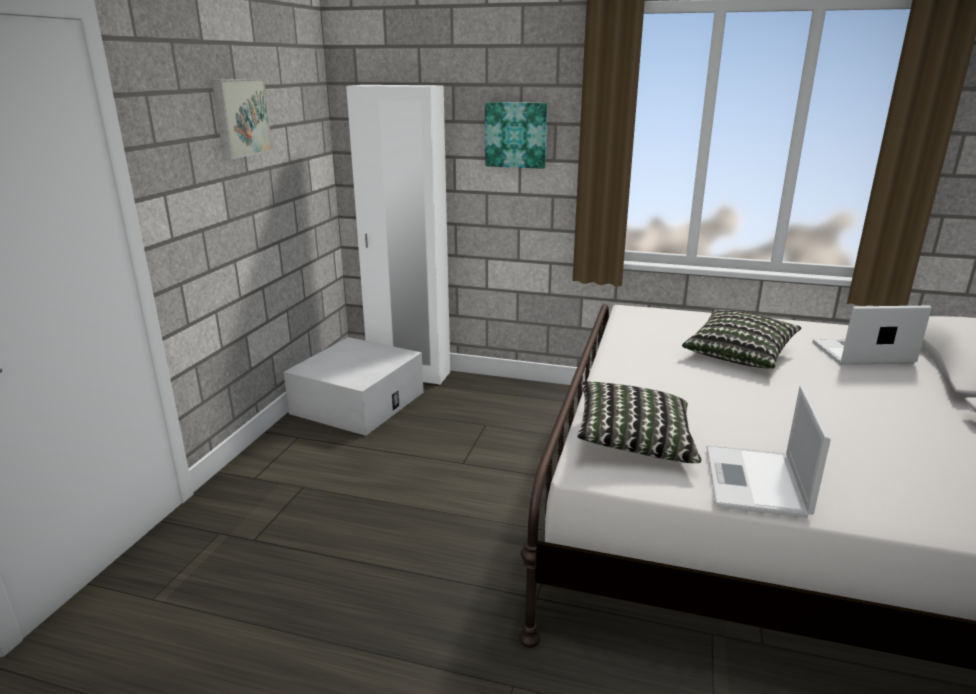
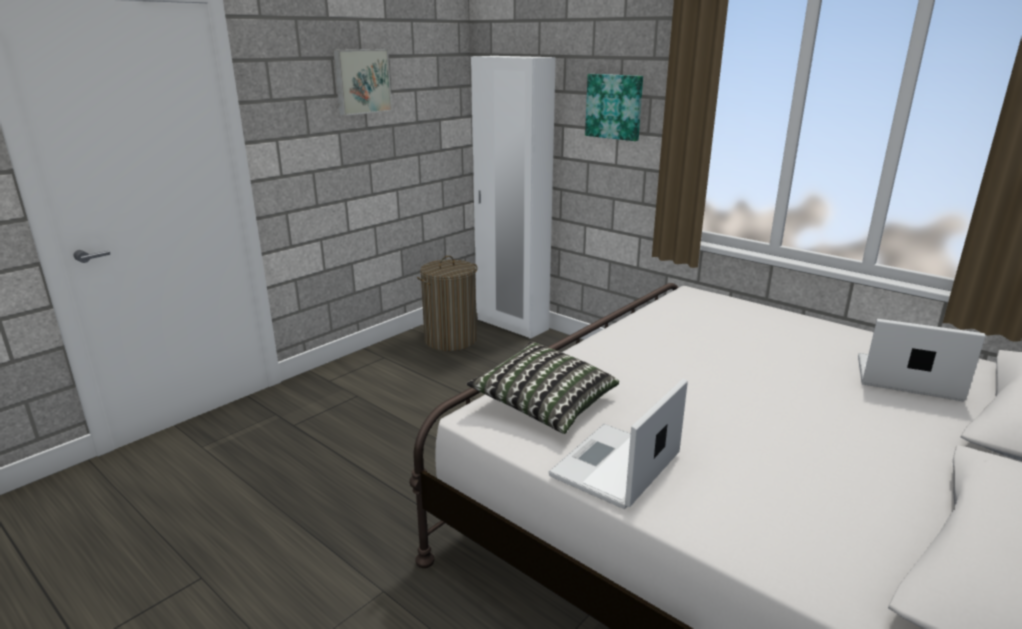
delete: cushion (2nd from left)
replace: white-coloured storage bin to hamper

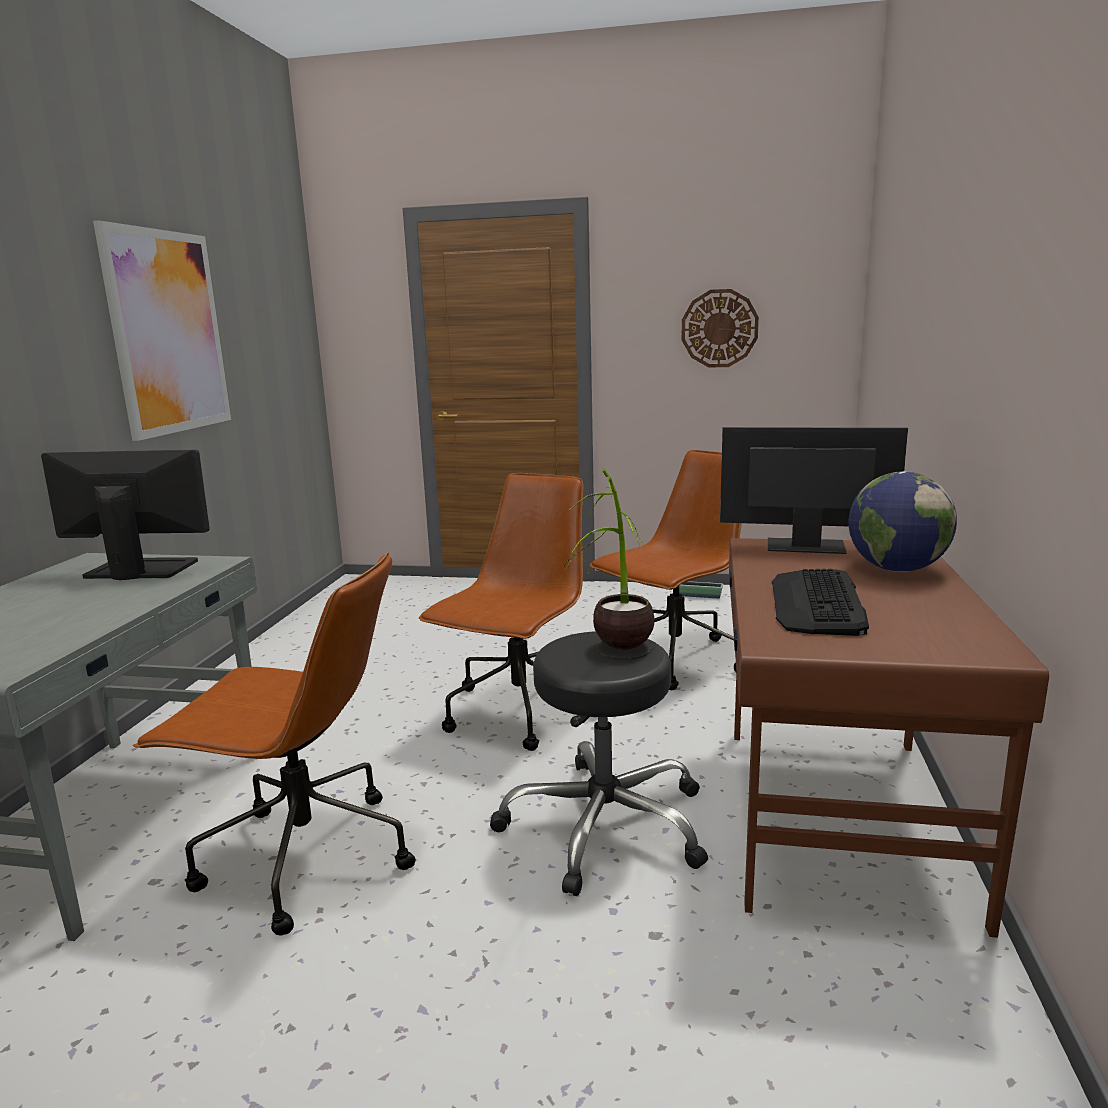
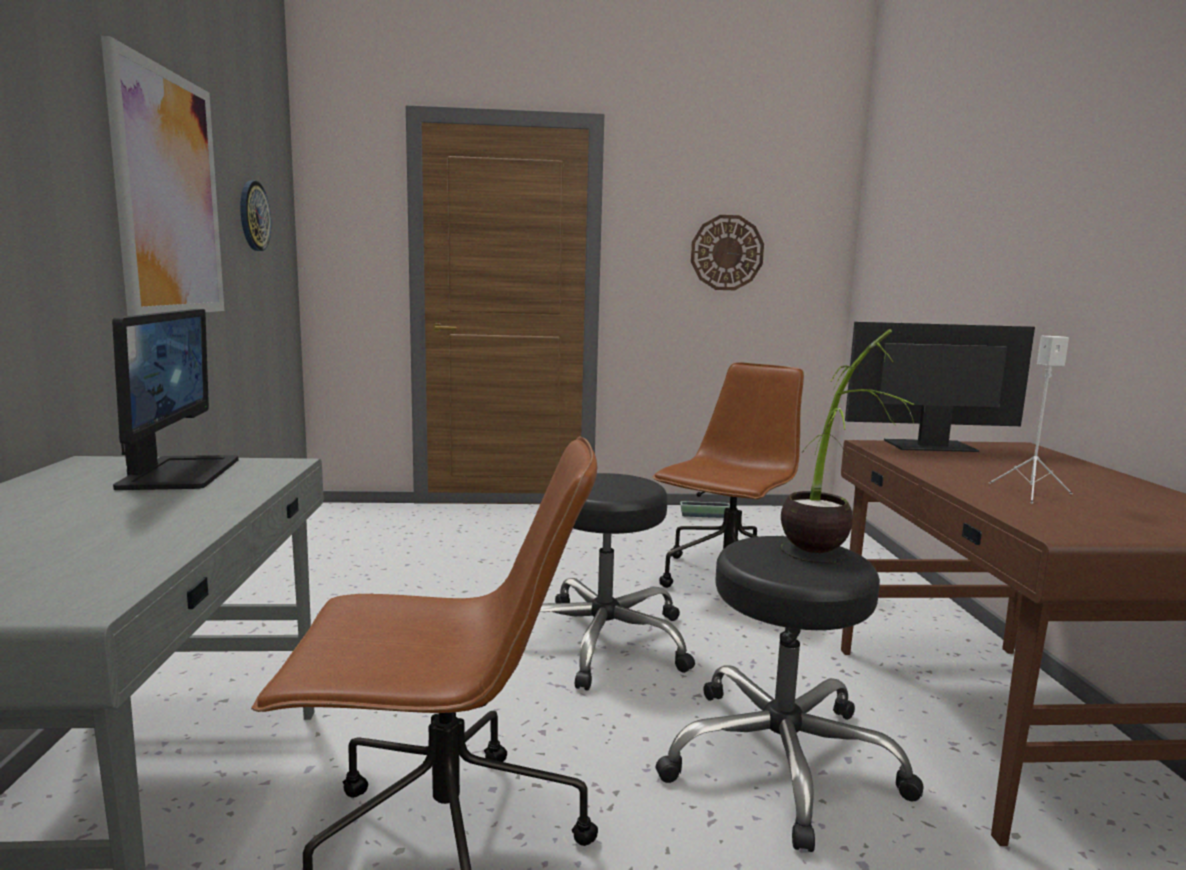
delete: globe
insert: hanging clock (1st from left)
replace: brown computer chair (2nd from left) to black-coloured sitting stool (1st from left); keyboard to white-coloured loudspeaker
rotate: computer screen (1st from left) 90 degrees clockwise

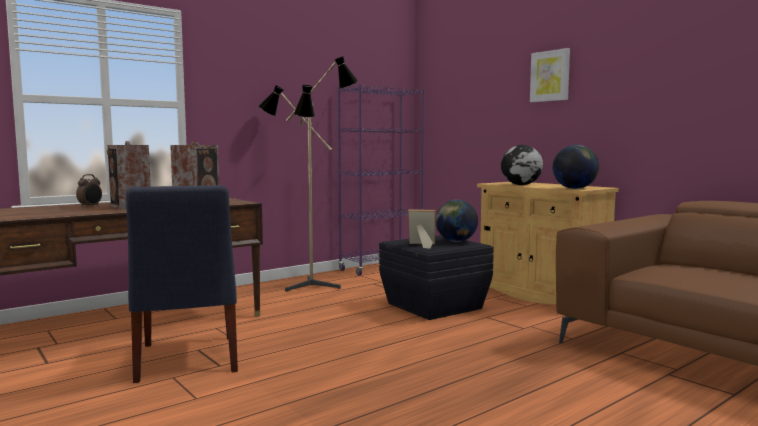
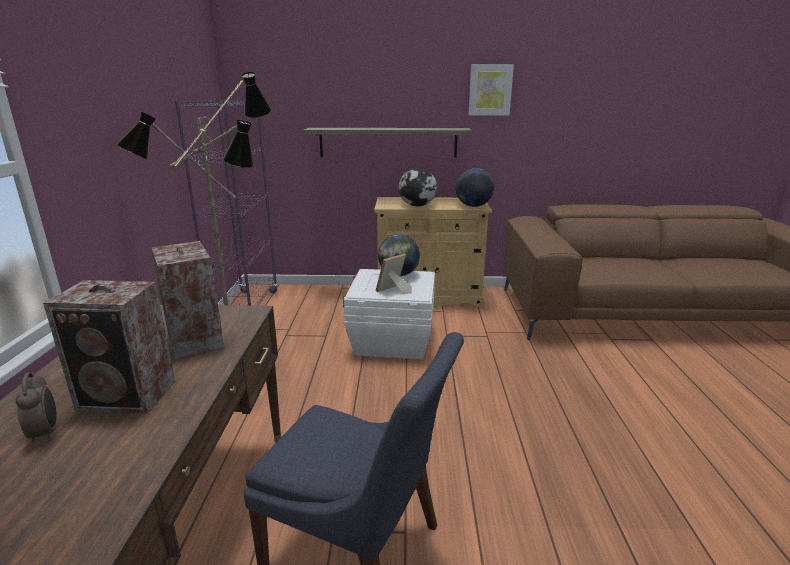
insert: wall shelf
move: wall picture
recolor: black-coloured storage bin to white-coloured storage bin

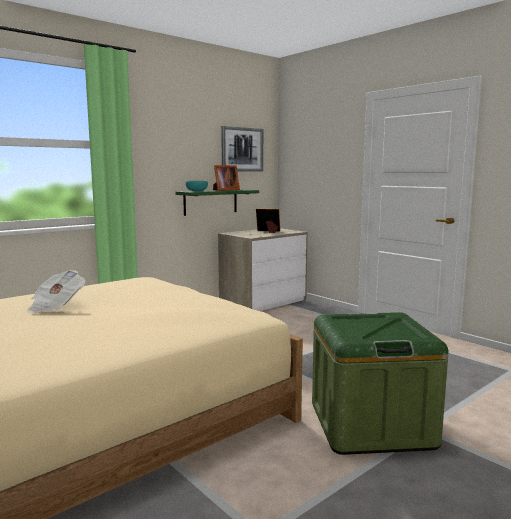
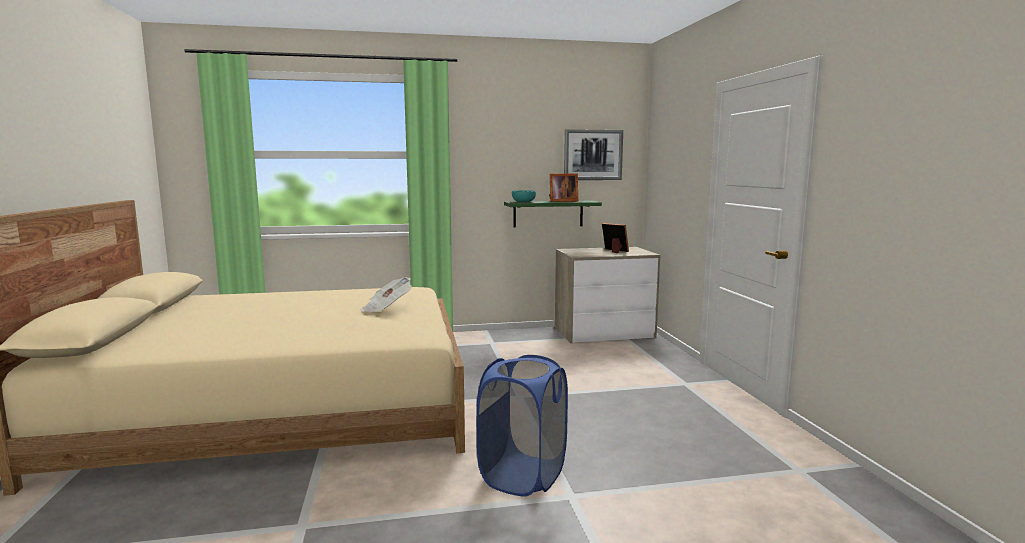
move: printed paper
replace: greenish storage bin to bluish hamper

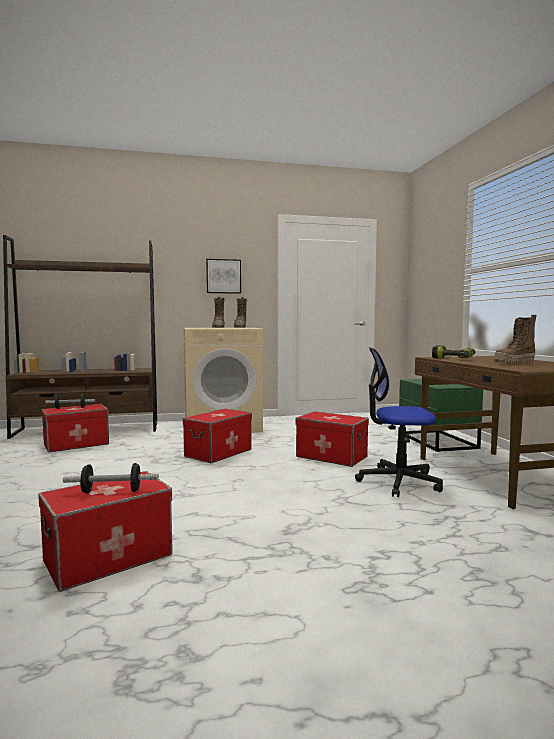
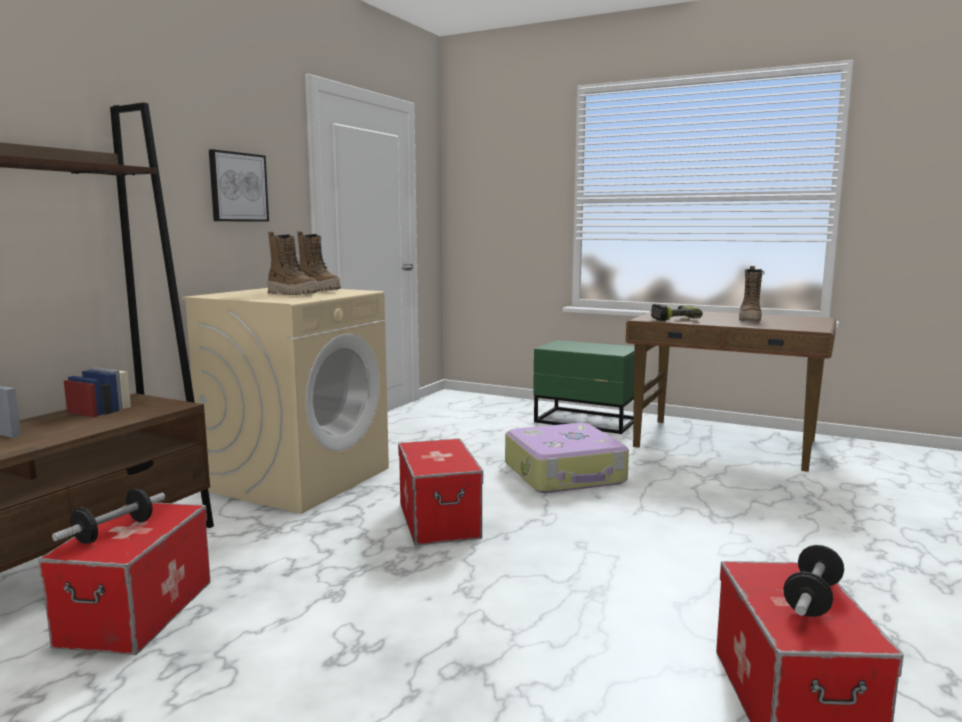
delete: computer chair
replace: storage bin (4th from left) to piece of luggage

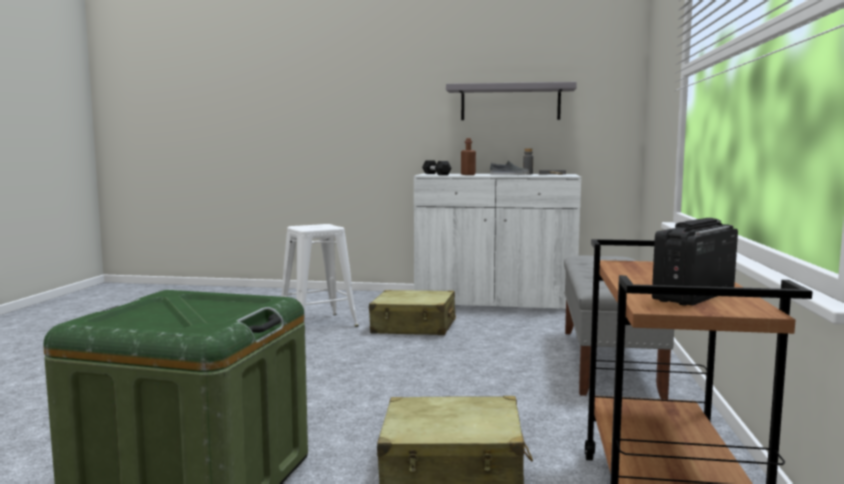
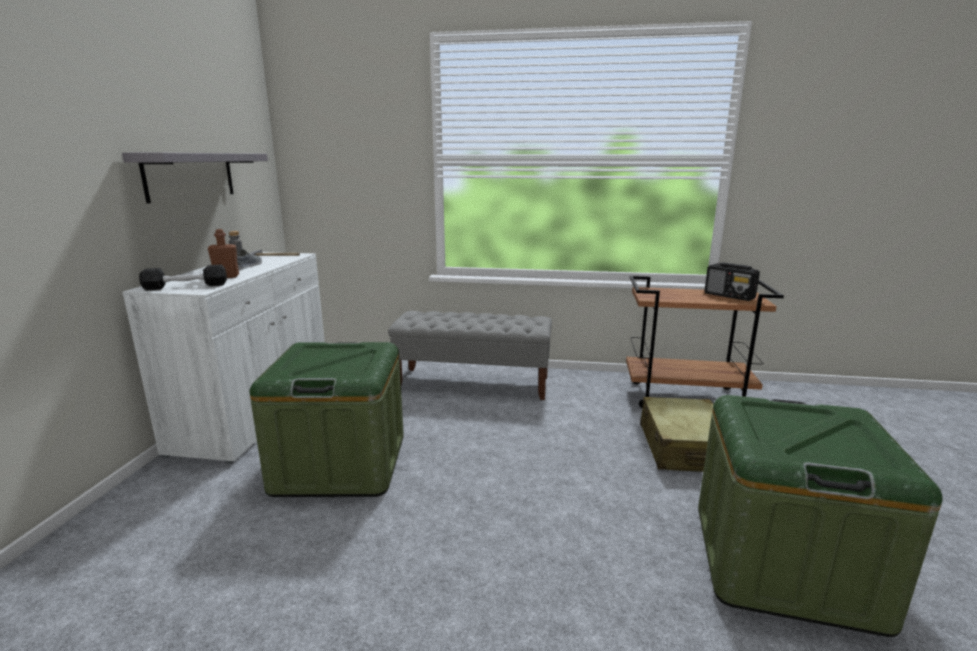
delete: white-coloured sitting stool
replace: beige-coloured piece of luggage (1st from left) to greenish storage bin (1st from left)

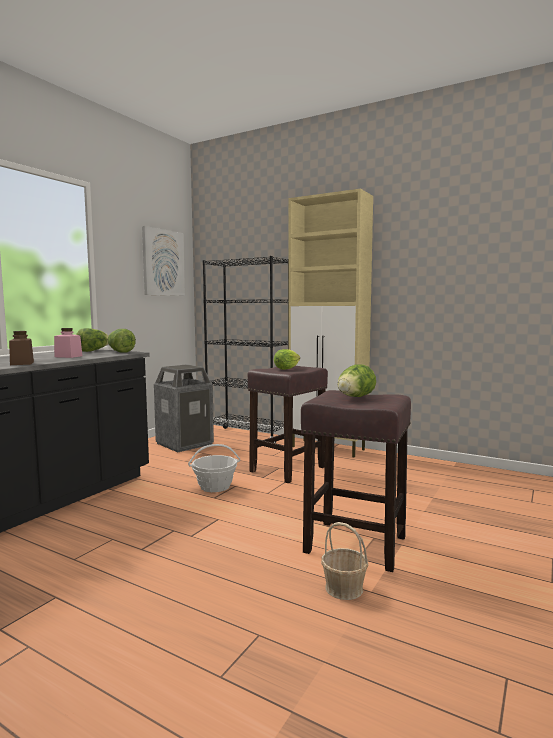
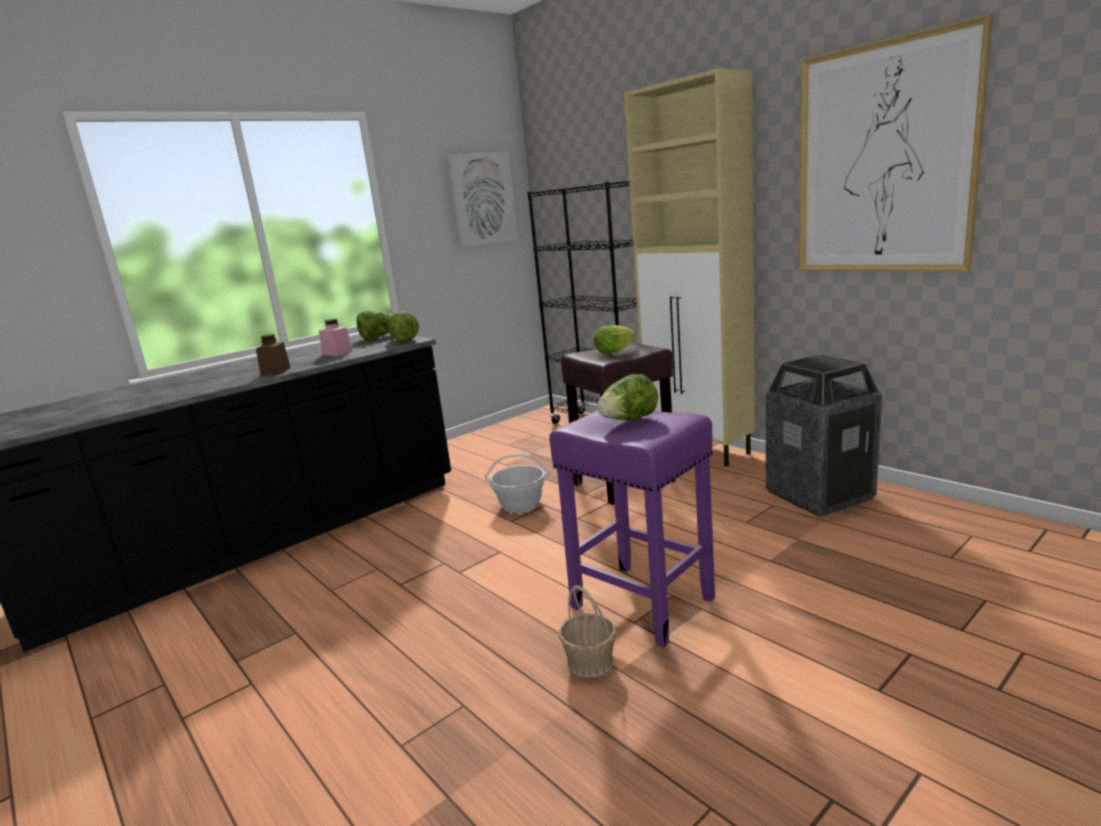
insert: wall picture (2nd from left)
move: rubbish bin
recolor: brown sitting stool (2nd from left) to purplish sitting stool

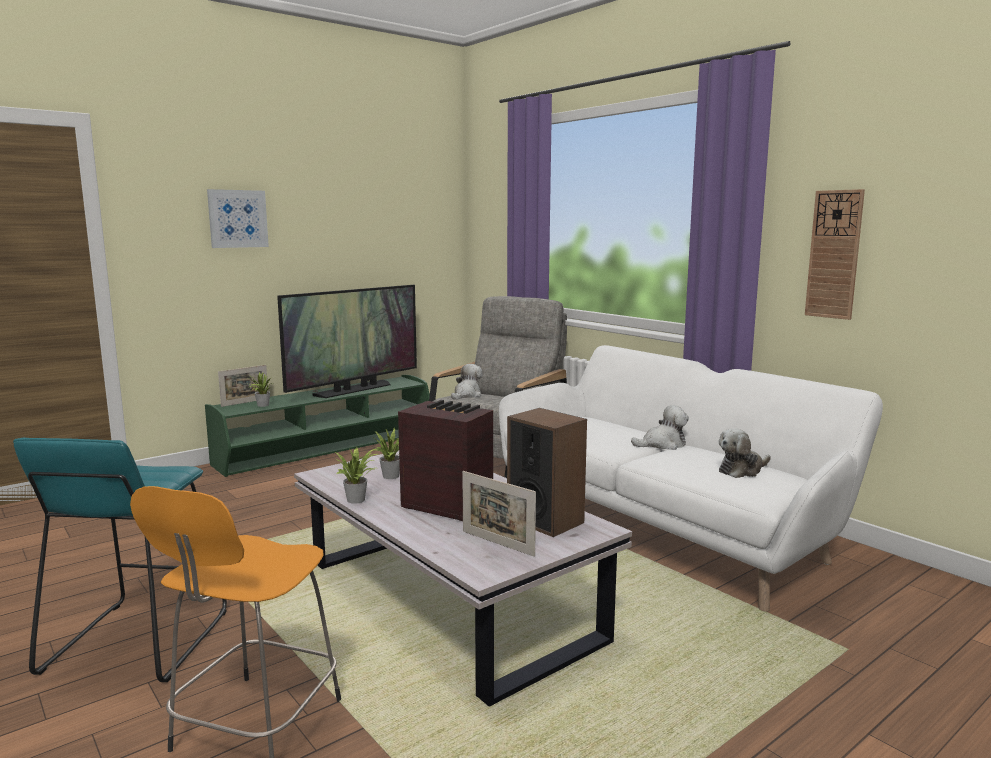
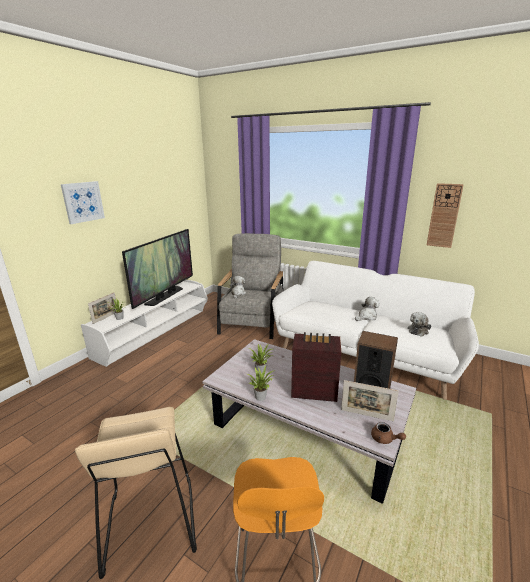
insert: brown tea pot
recolor: blue-green sitting stool to beige-coloured sitting stool; greenish tv unit to white-coloured tv unit

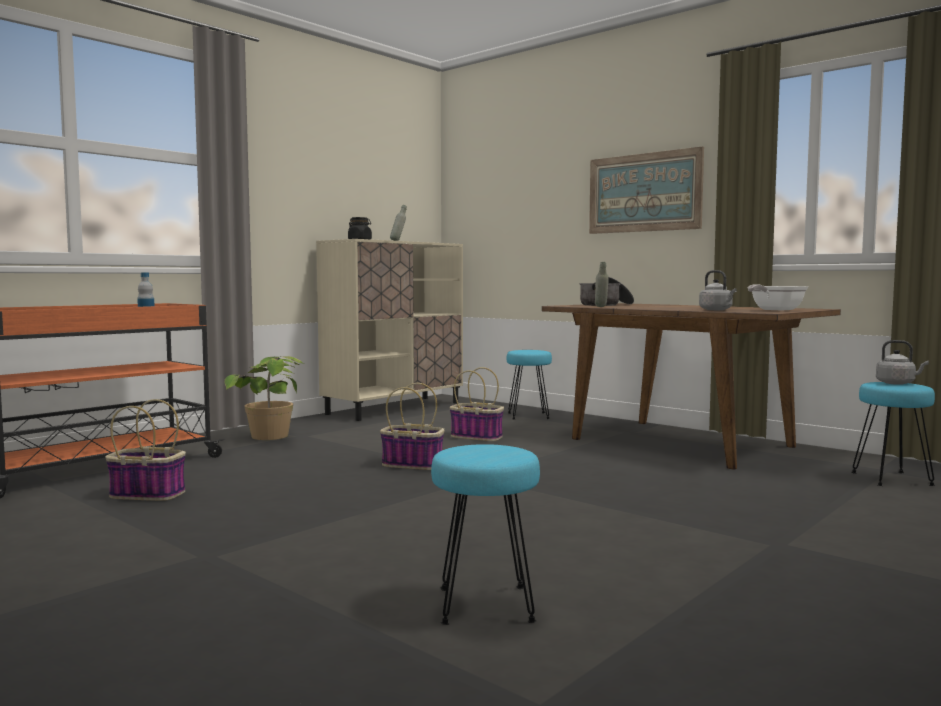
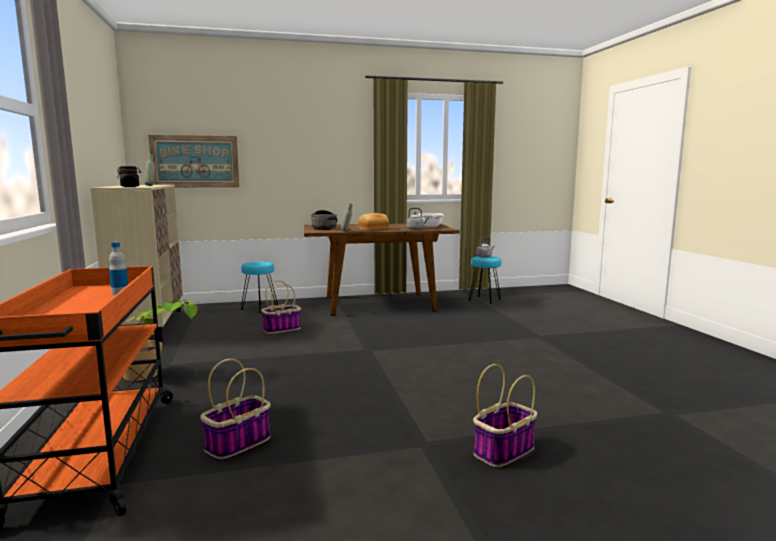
delete: blue-green sitting stool (1st from left)
insert: bread
move: basket (2nd from left in the first image) to basket (3rd from left); wall picture

